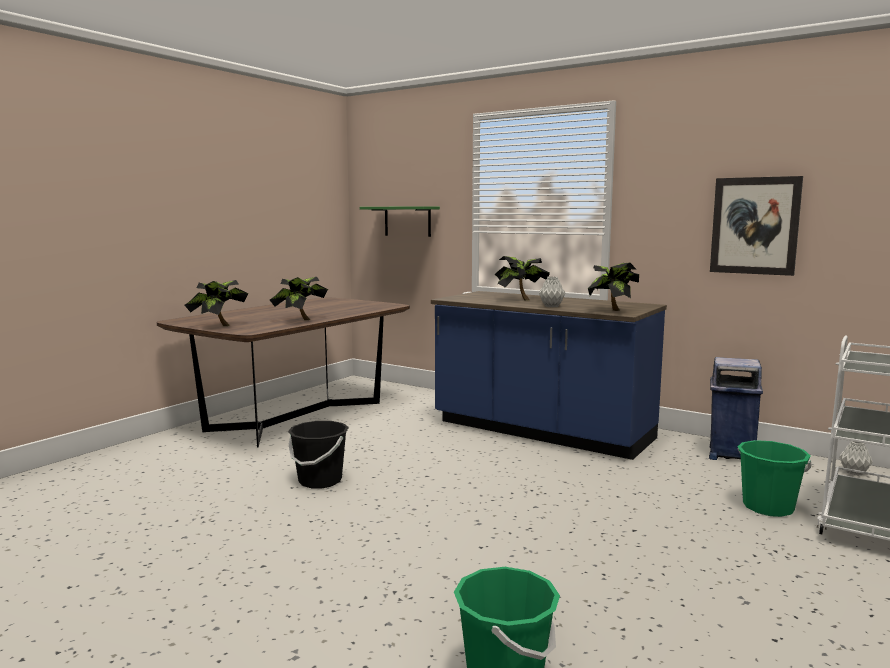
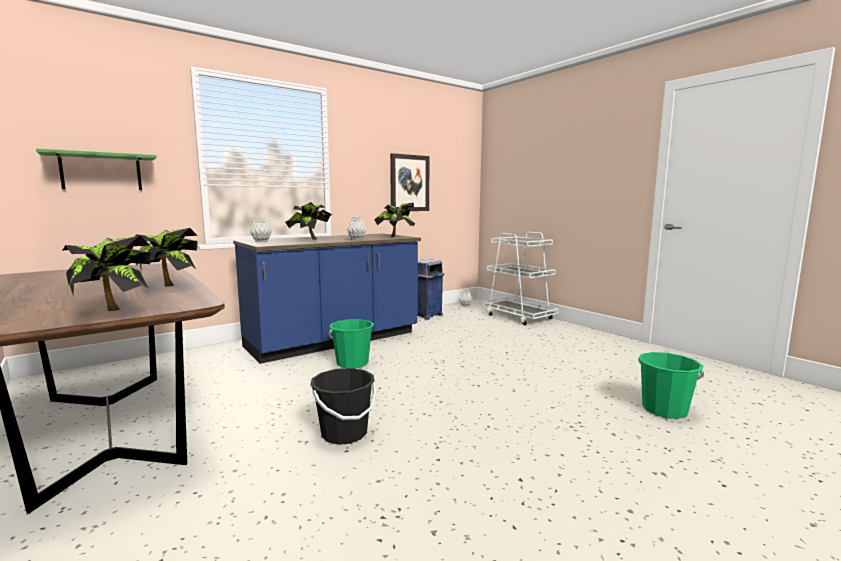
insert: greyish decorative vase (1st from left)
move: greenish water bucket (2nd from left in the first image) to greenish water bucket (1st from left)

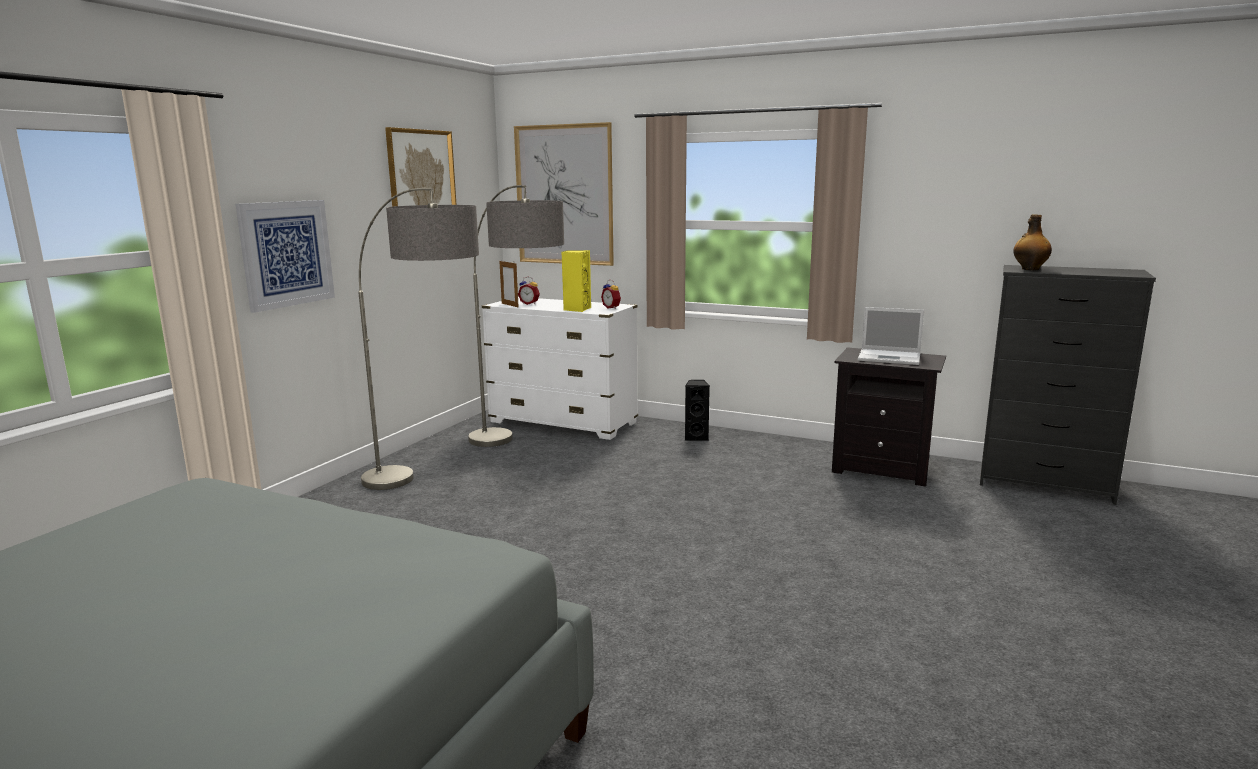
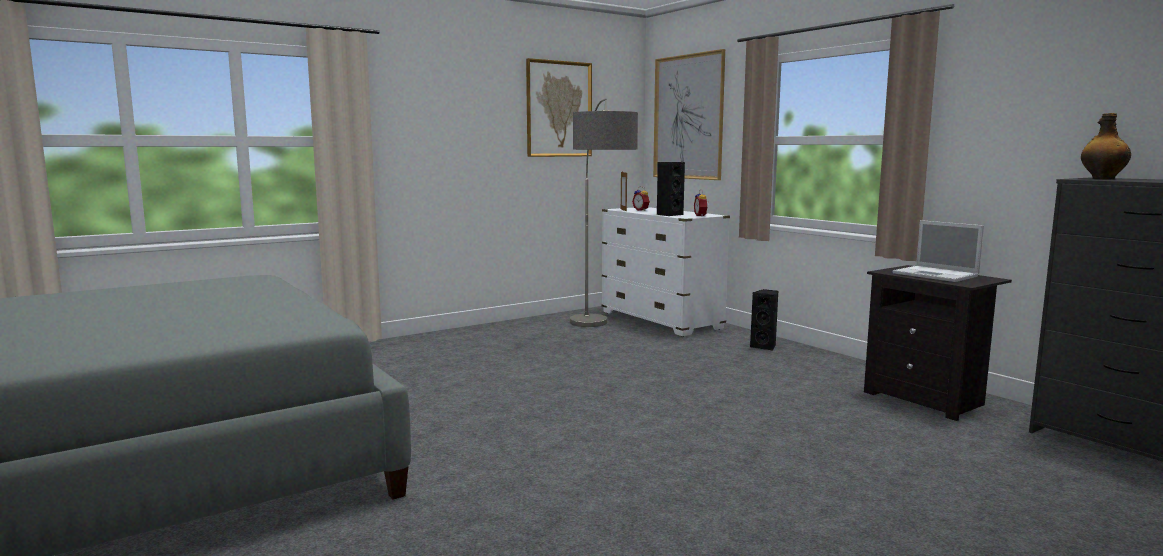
delete: wall picture (1st from left); standing lamp (1st from left)
recolor: yellow-coloured loudspeaker to black-coloured loudspeaker (1st from left)

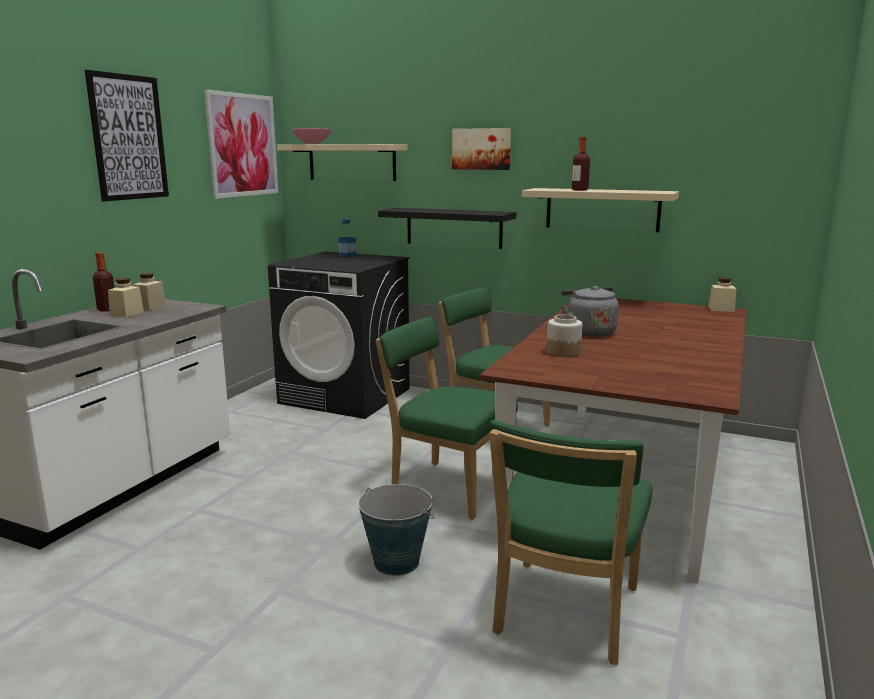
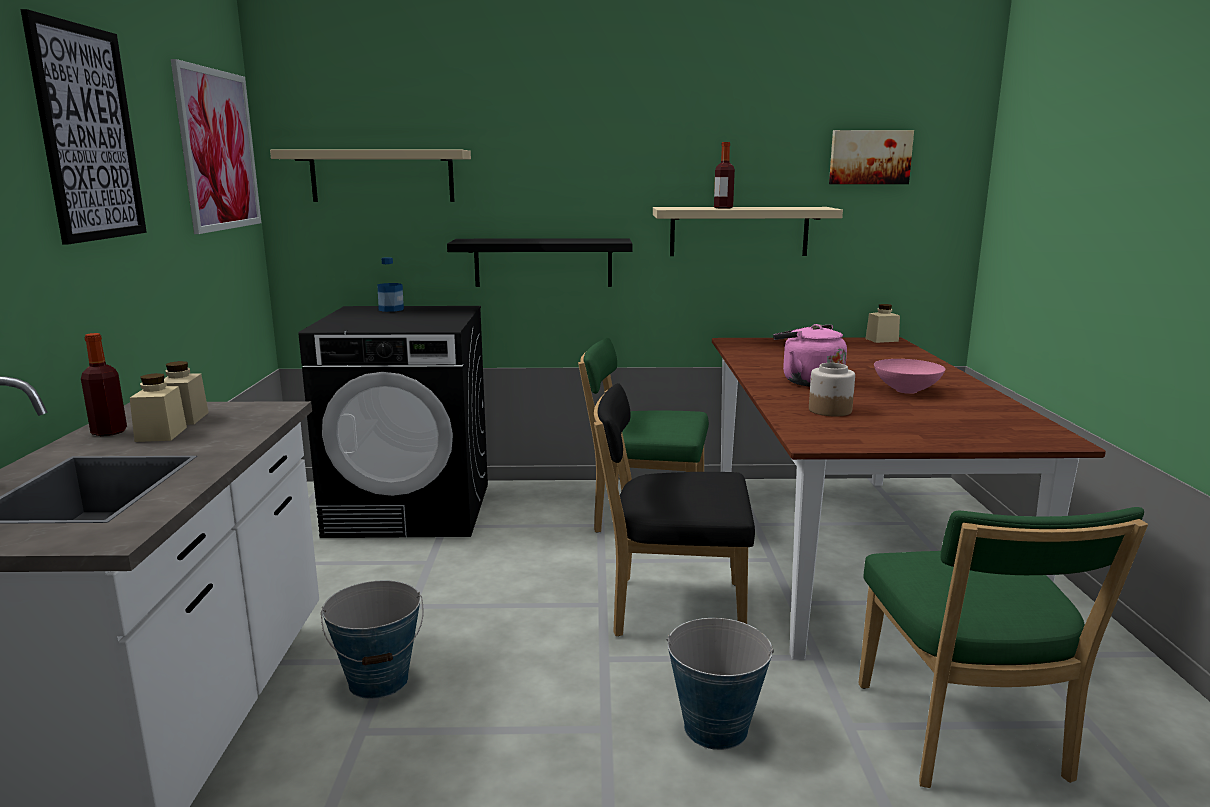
insert: water bucket (1st from left)
move: pinkish serving bowl; wall picture (3rd from left)
recolor: greenish chair (1st from left) to black-coloured chair; greyish water kettle to pinkish water kettle

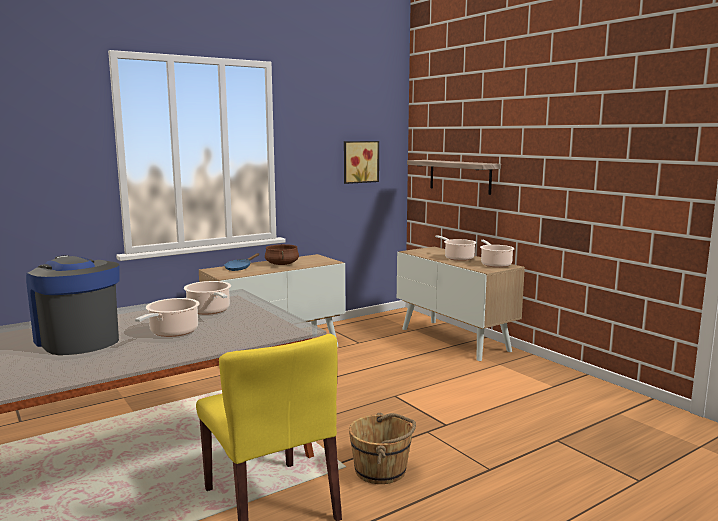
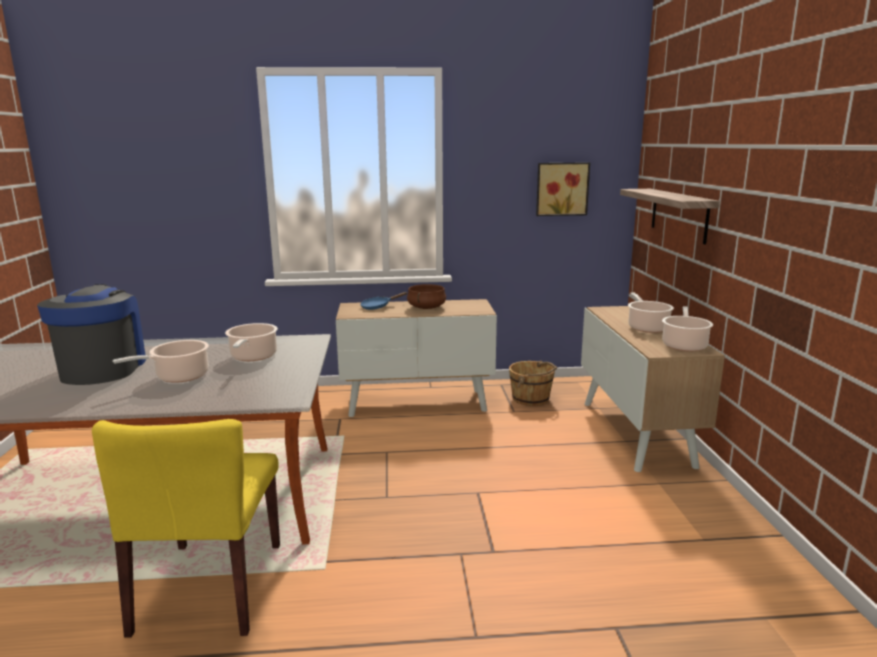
move: brown water bucket

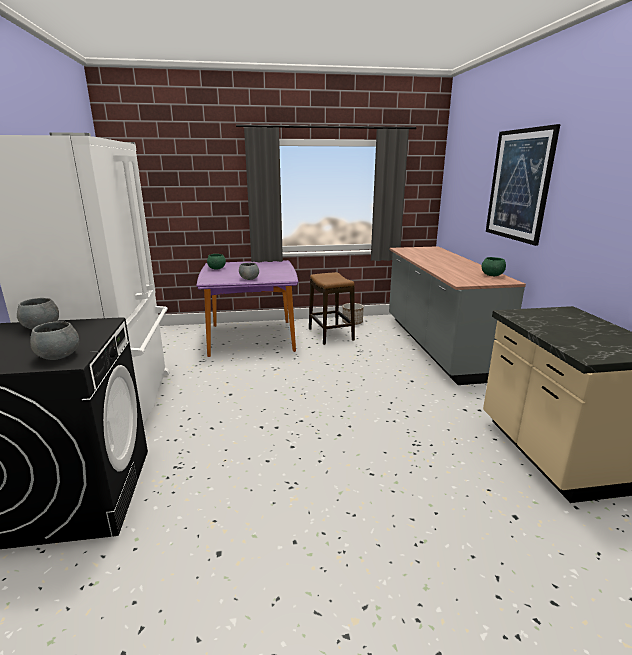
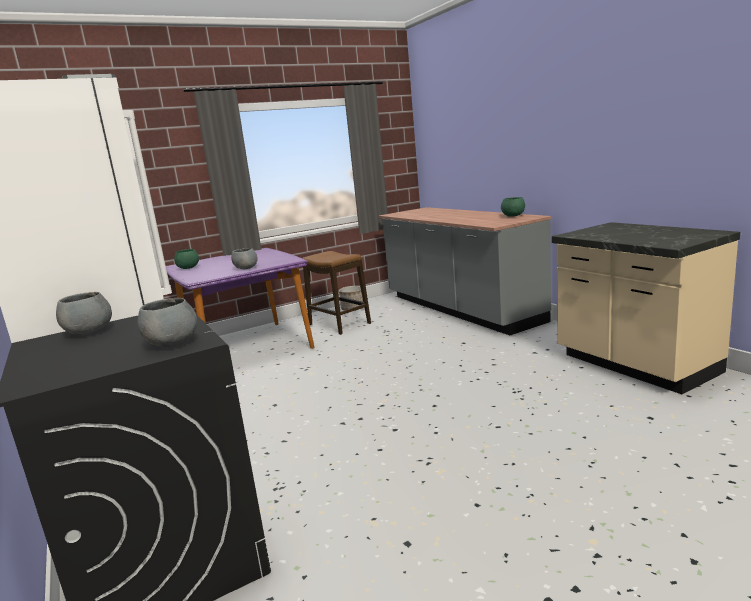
delete: wall picture

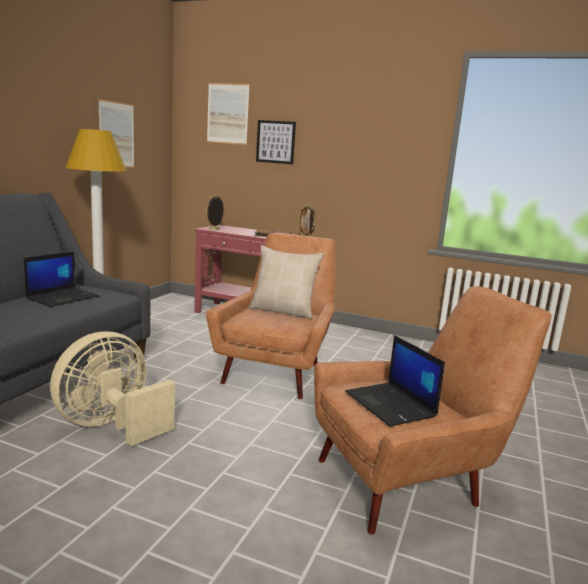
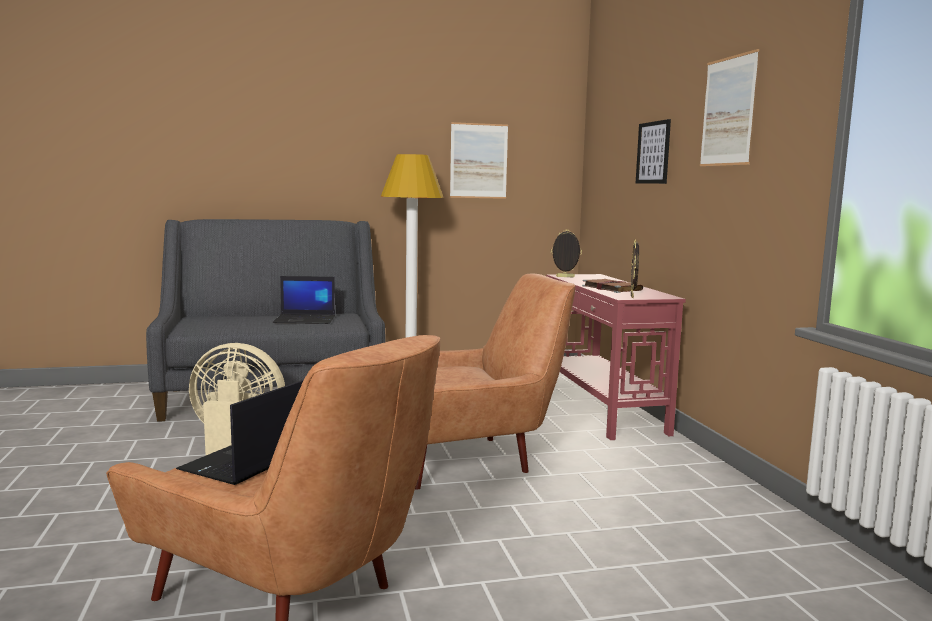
delete: beige-coloured cushion
move: wall picture (2nd from left in the first image) to wall picture (3rd from left)

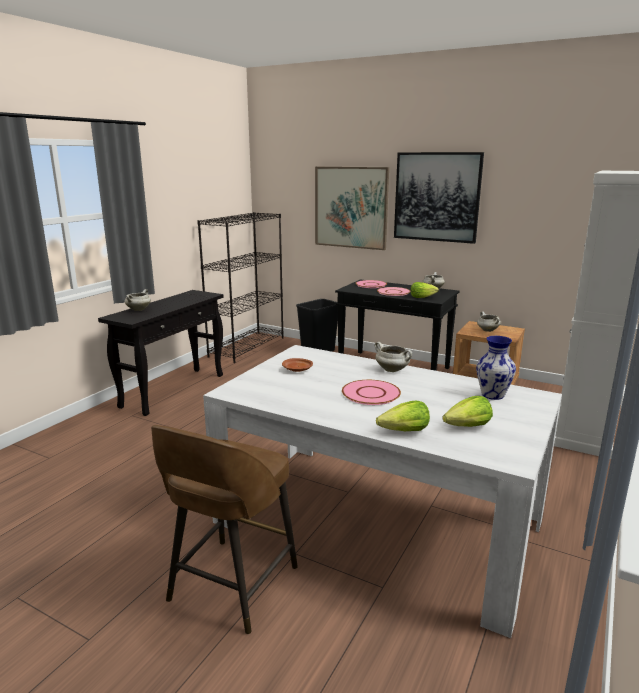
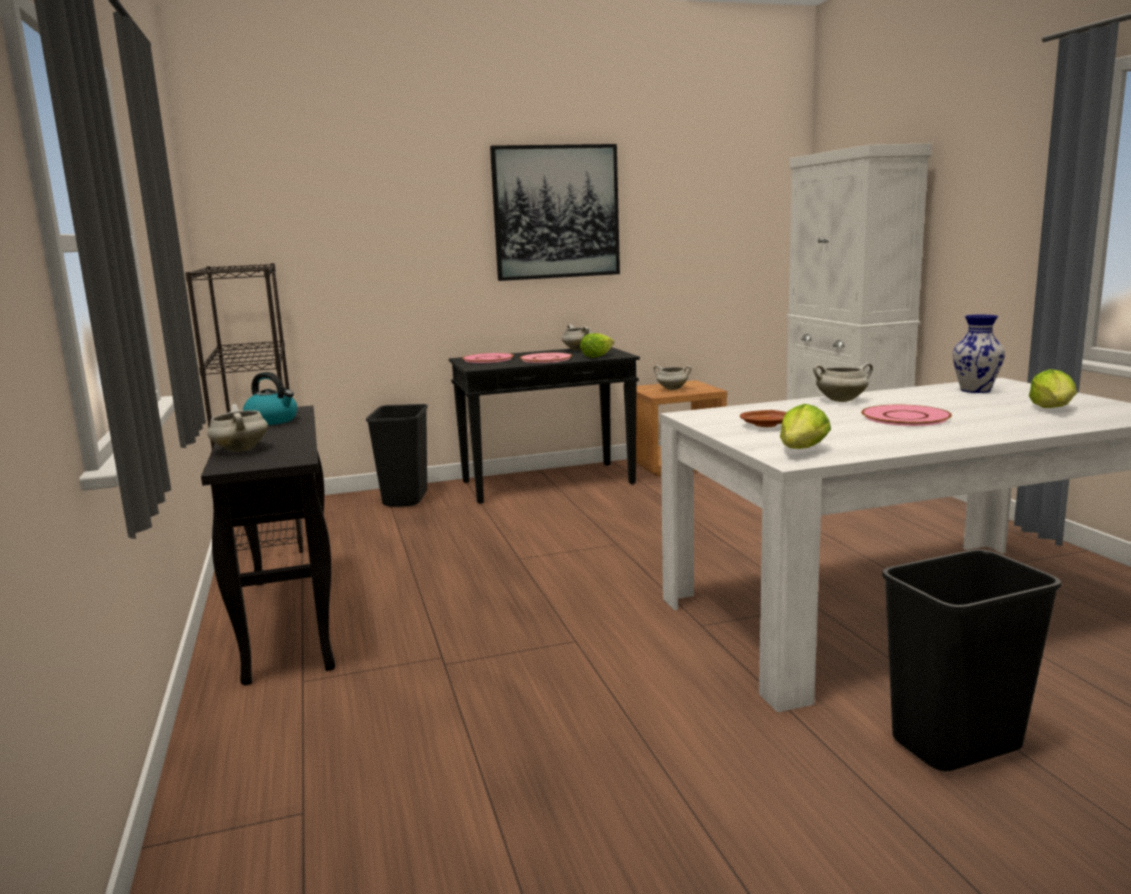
delete: wall picture (1st from left)
insert: water kettle
move: lettuce head (1st from left in the first image) to lettuce head (2nd from left)
replace: brown sitting stool to black-coloured rubbish bin (2nd from left)

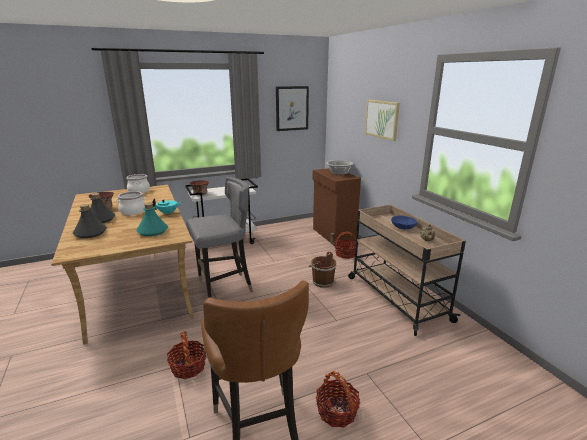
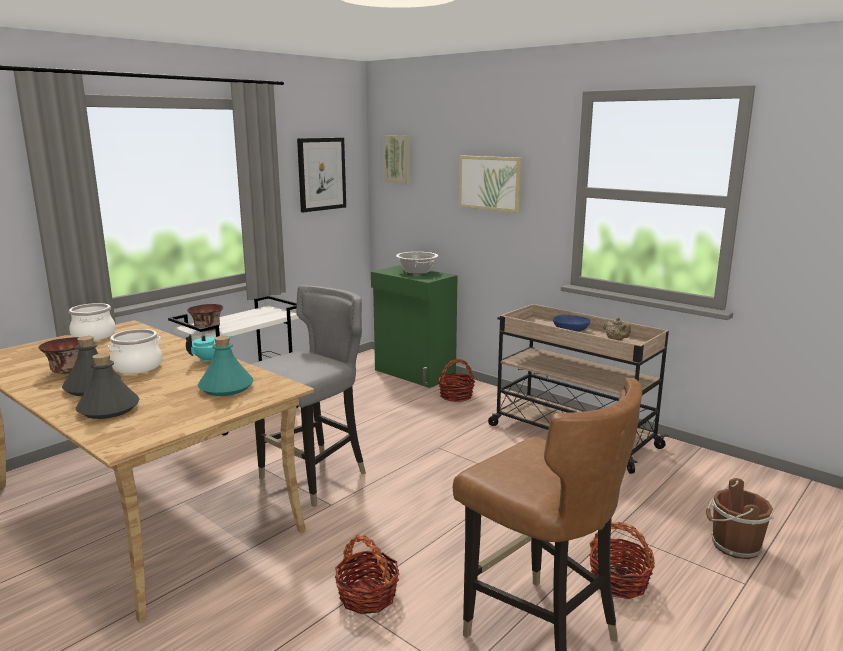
insert: wall picture (2nd from left)
move: brown water bucket
recolor: brown cupboard to greenish cupboard

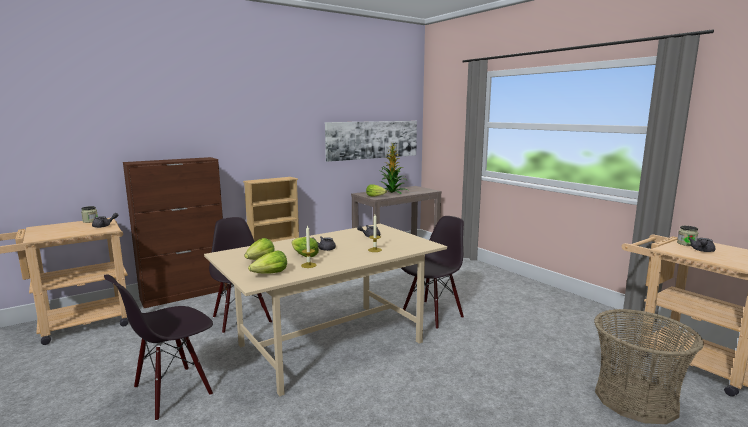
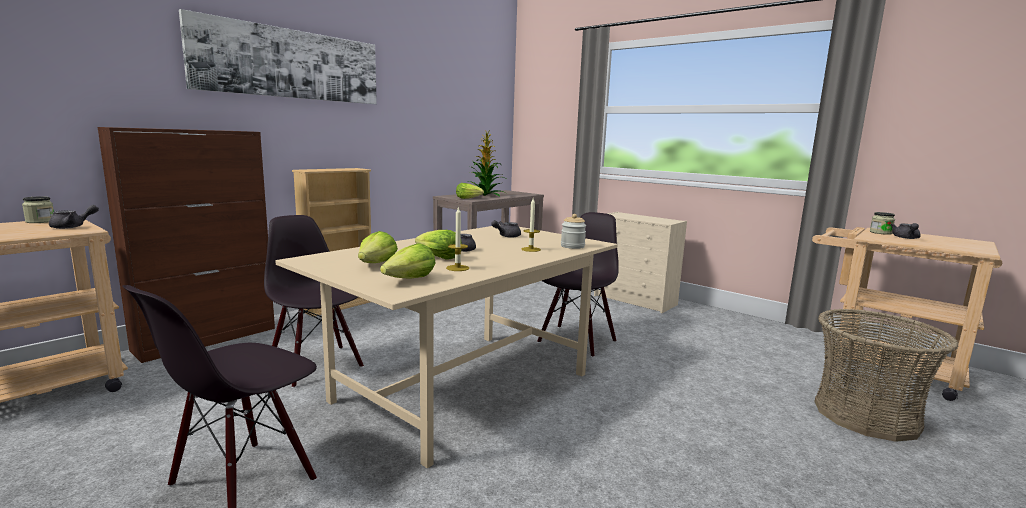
insert: preserve jar (2nd from left); beige-coloured dresser
move: wall picture

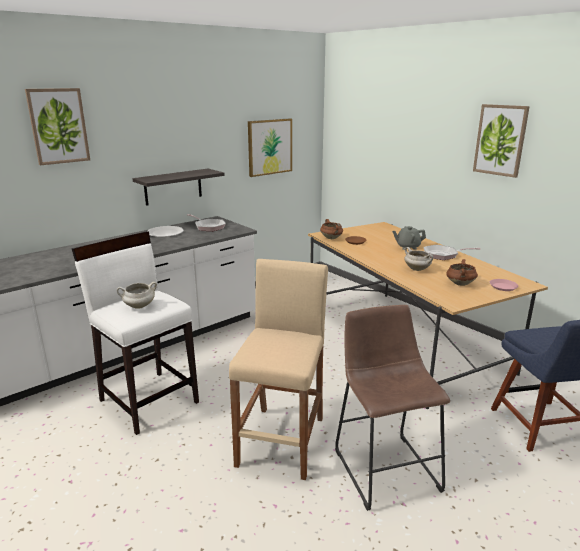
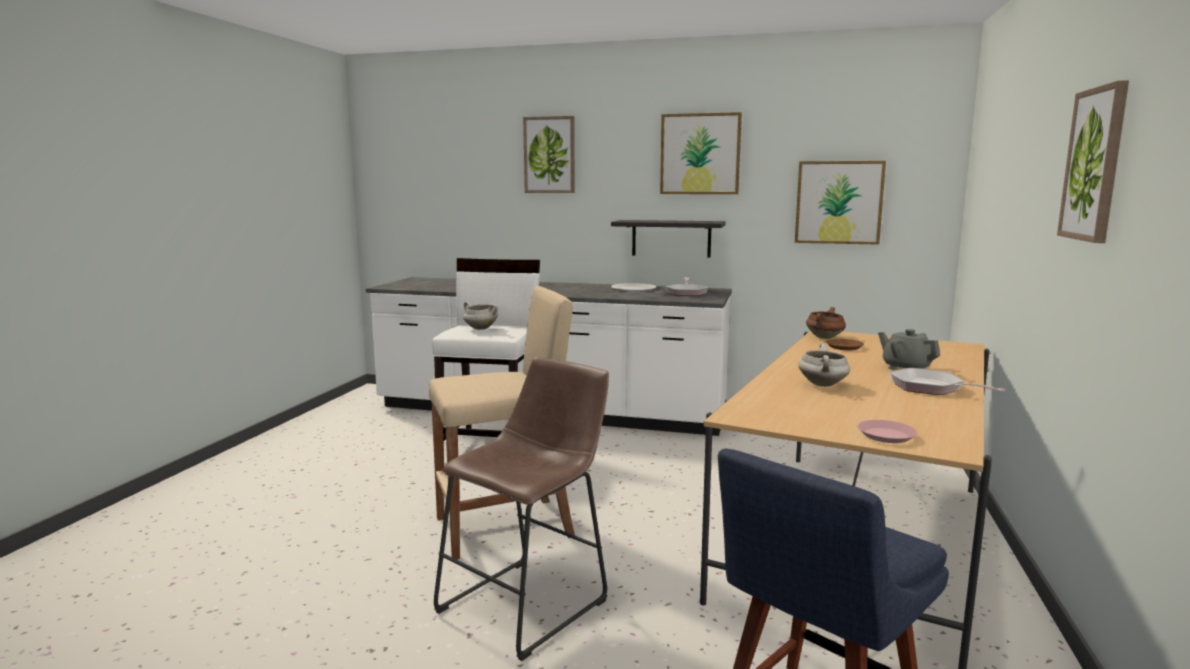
delete: brown cooking pot (2nd from left)
insert: wall picture (2nd from left)

